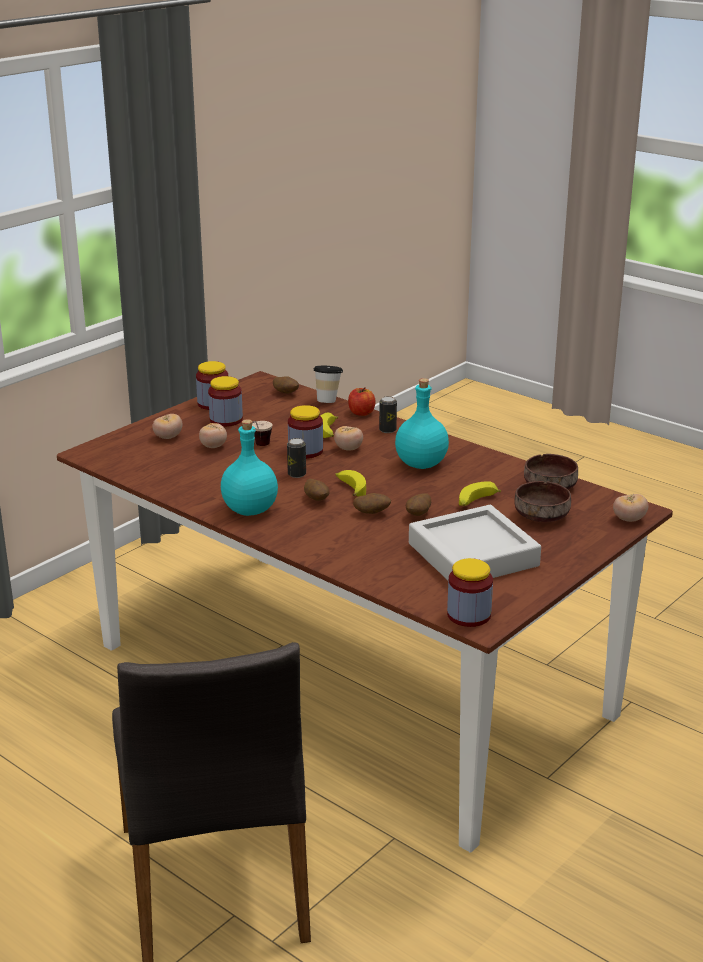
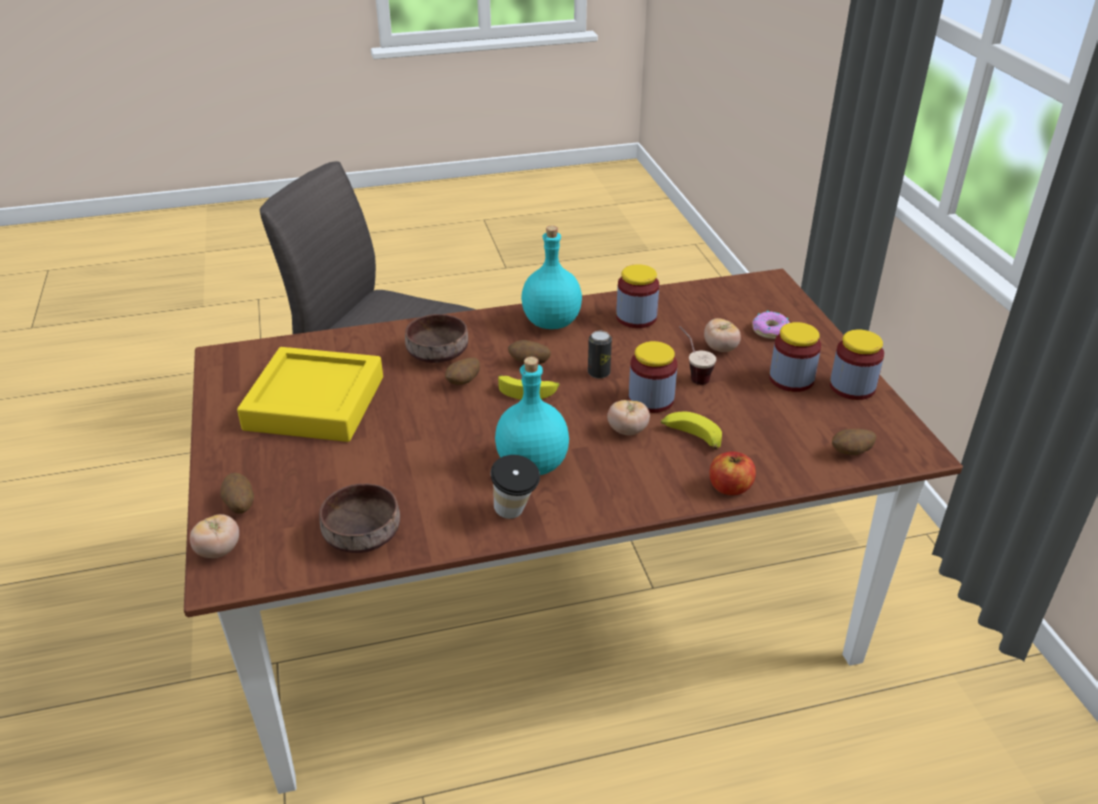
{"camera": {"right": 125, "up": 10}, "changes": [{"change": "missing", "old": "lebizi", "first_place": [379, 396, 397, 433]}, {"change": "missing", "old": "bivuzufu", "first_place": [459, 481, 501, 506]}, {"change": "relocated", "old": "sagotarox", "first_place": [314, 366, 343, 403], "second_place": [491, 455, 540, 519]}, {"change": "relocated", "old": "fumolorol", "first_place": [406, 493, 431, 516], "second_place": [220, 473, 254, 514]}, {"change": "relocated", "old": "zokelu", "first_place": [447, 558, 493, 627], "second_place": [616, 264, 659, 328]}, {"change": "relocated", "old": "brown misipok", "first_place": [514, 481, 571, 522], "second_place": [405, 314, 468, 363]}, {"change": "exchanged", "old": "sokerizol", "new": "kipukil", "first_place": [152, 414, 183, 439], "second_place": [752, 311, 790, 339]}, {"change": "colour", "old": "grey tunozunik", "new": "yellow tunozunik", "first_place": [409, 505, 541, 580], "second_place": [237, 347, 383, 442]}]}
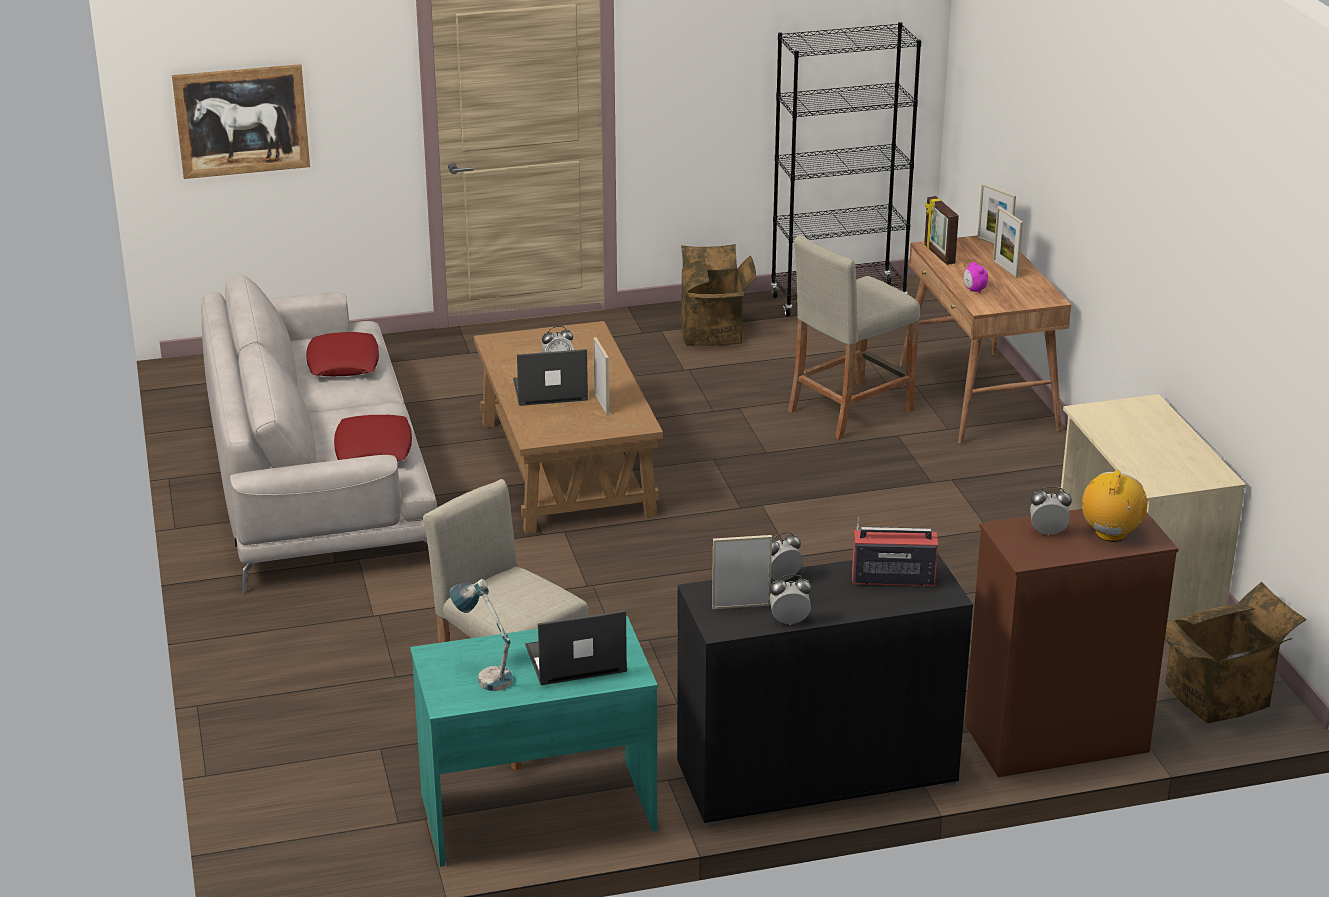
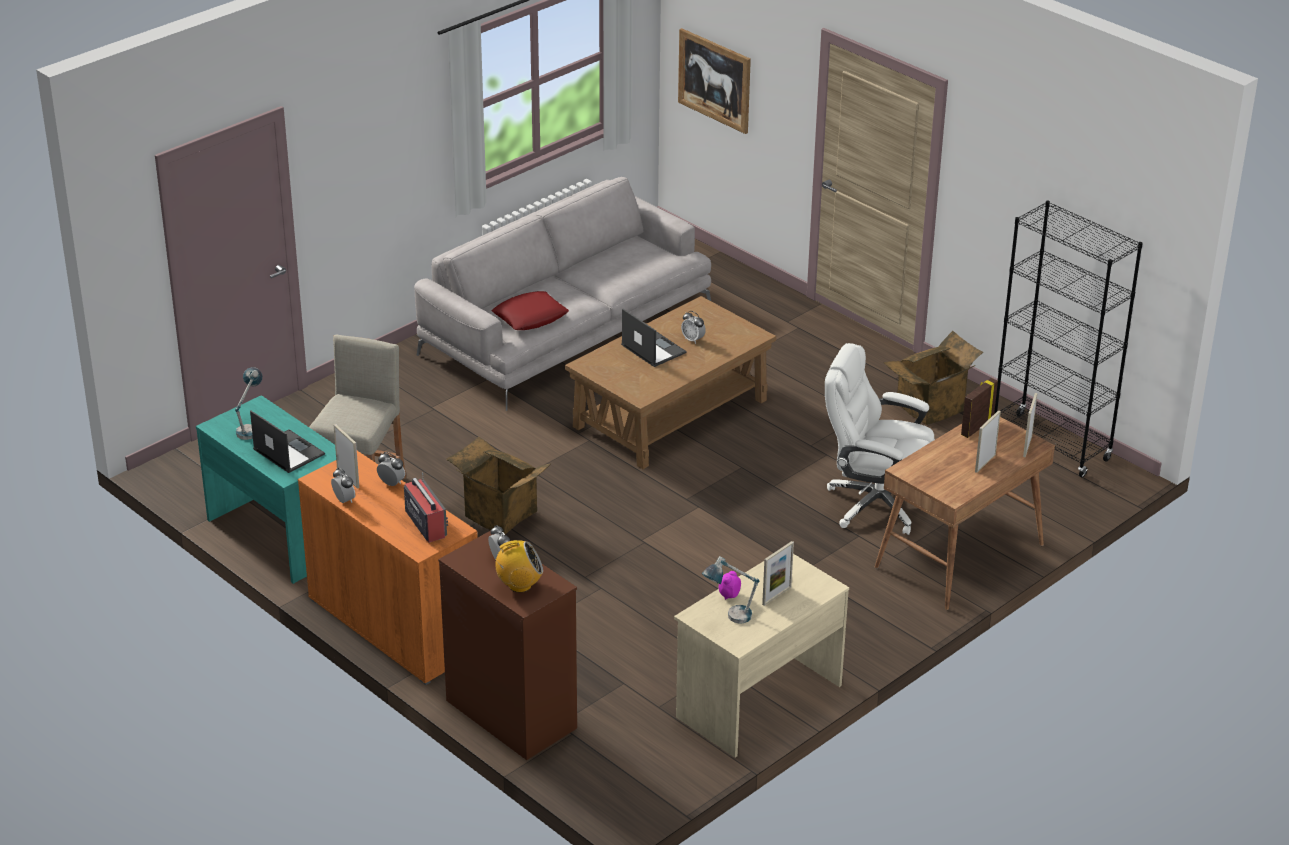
{"camera": {"right": 60, "up": 5}, "changes": [{"change": "missing", "old": "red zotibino", "first_place": [306, 332, 379, 376]}, {"change": "appeared", "new": "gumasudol", "second_place": [702, 556, 760, 624]}, {"change": "relocated", "old": "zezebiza", "first_place": [593, 337, 609, 415], "second_place": [762, 541, 794, 606]}, {"change": "relocated", "old": "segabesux", "first_place": [963, 262, 988, 293], "second_place": [719, 571, 741, 600]}, {"change": "relocated", "old": "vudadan", "first_place": [1165, 582, 1306, 723], "second_place": [446, 437, 550, 534]}, {"change": "exchanged", "old": "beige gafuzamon", "new": "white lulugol", "first_place": [788, 235, 920, 440], "second_place": [825, 343, 935, 535]}, {"change": "colour", "old": "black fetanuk", "new": "orange fetanuk", "first_place": [677, 553, 973, 826], "second_place": [298, 451, 478, 685]}]}
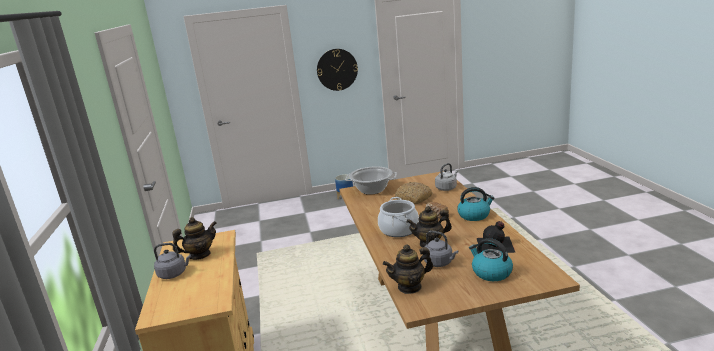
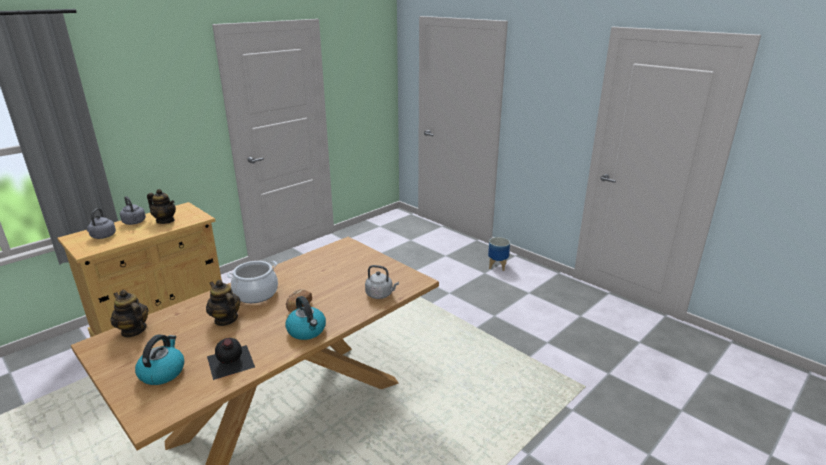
{"camera": {"right": 55, "up": 5}, "changes": [{"change": "missing", "old": "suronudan", "first_place": [317, 49, 358, 91]}, {"change": "missing", "old": "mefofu", "first_place": [345, 166, 397, 195]}, {"change": "missing", "old": "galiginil", "first_place": [395, 182, 432, 204]}, {"change": "relocated", "old": "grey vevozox", "first_place": [424, 231, 458, 267], "second_place": [87, 208, 116, 239]}]}
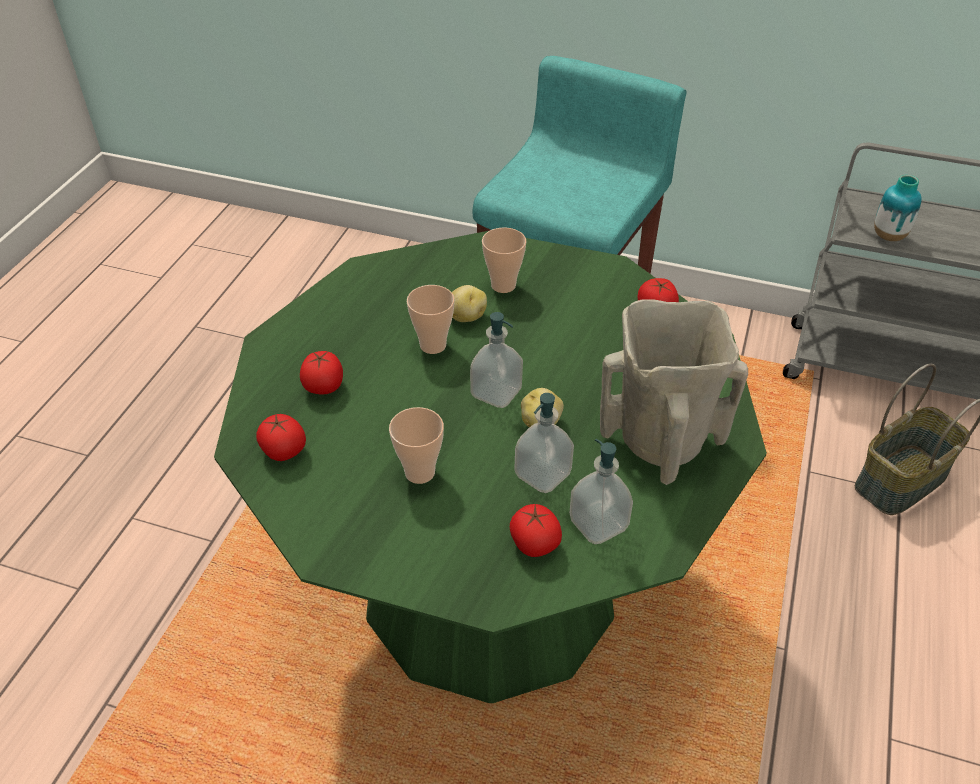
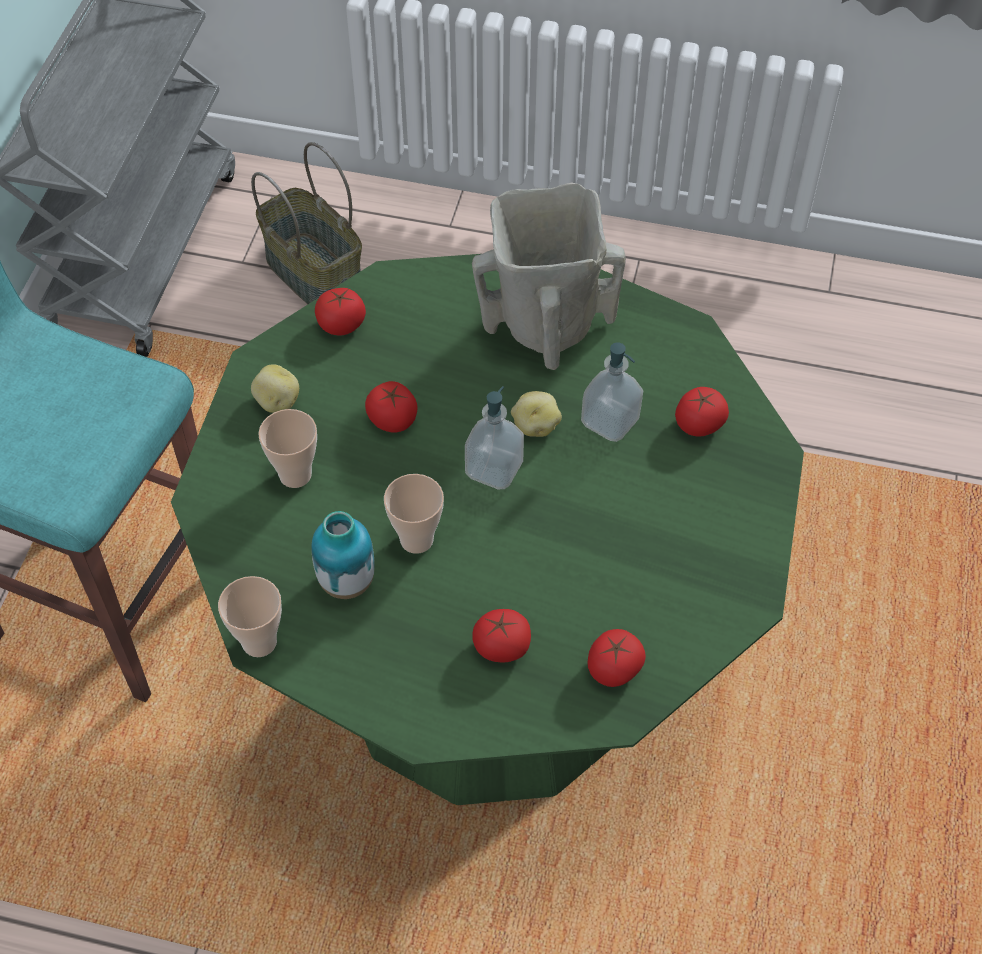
{"camera": {"right": -95, "up": 10}, "changes": [{"change": "missing", "old": "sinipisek", "first_place": [570, 439, 633, 544]}, {"change": "appeared", "new": "sokerizol", "second_place": [365, 381, 418, 433]}, {"change": "relocated", "old": "sagotarox", "first_place": [389, 407, 444, 484], "second_place": [218, 576, 282, 657]}, {"change": "relocated", "old": "fumolorol", "first_place": [452, 285, 487, 322], "second_place": [251, 364, 299, 413]}, {"change": "relocated", "old": "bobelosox", "first_place": [874, 175, 922, 241], "second_place": [311, 511, 375, 599]}]}
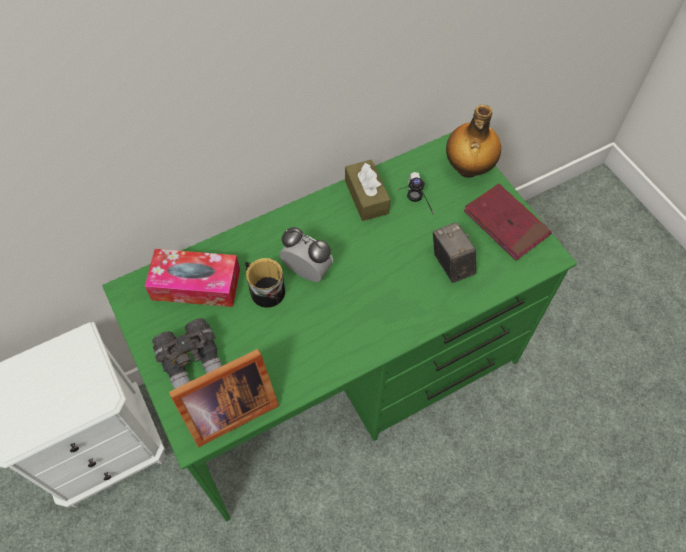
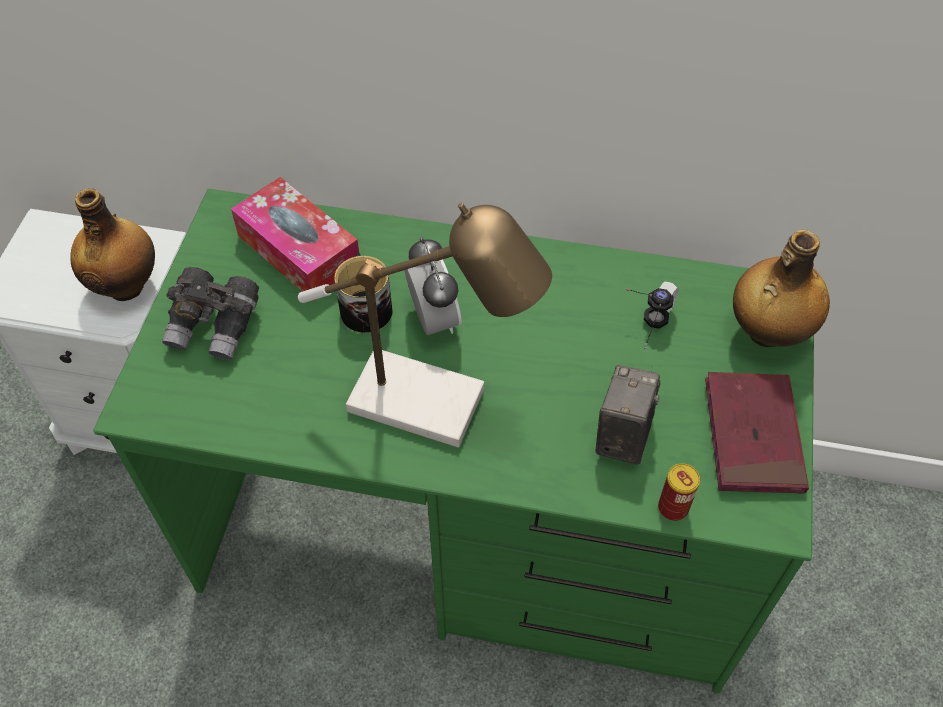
{"camera": {"right": 40, "up": -5}, "changes": [{"change": "missing", "old": "zezebiza", "first_place": [169, 349, 279, 447]}, {"change": "missing", "old": "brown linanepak", "first_place": [345, 160, 390, 221]}, {"change": "appeared", "new": "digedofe", "second_place": [70, 188, 155, 301]}, {"change": "appeared", "new": "gumasudol", "second_place": [298, 203, 552, 448]}, {"change": "appeared", "new": "lebizi", "second_place": [658, 464, 700, 521]}]}
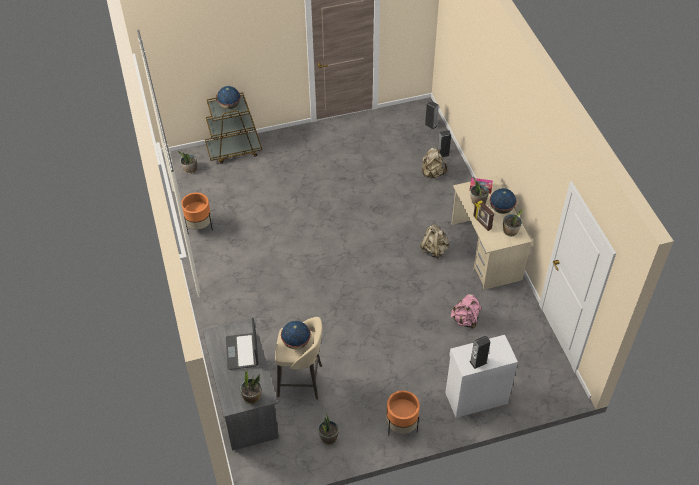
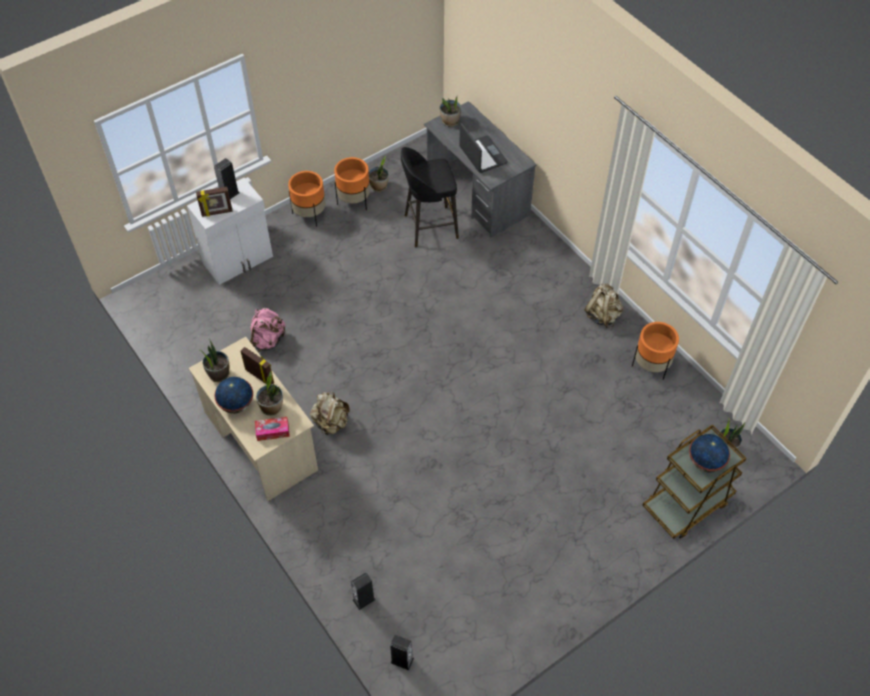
{"camera": {"right": 160, "up": 5}, "changes": [{"change": "missing", "old": "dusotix", "first_place": [281, 321, 311, 349]}, {"change": "appeared", "new": "zezebiza", "second_place": [196, 187, 233, 217]}, {"change": "appeared", "new": "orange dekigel", "second_place": [334, 157, 370, 210]}, {"change": "relocated", "old": "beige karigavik", "first_place": [422, 148, 447, 178], "second_place": [584, 283, 623, 328]}, {"change": "colour", "old": "beige gafuzamon", "new": "black gafuzamon", "first_place": [275, 317, 322, 400], "second_place": [401, 147, 459, 247]}]}
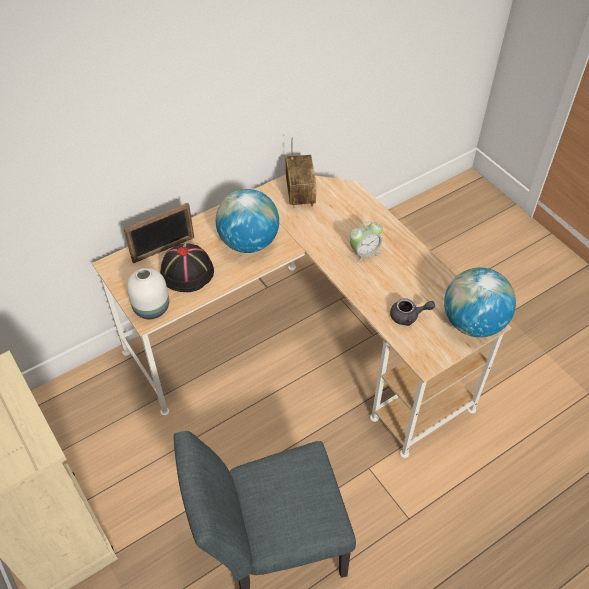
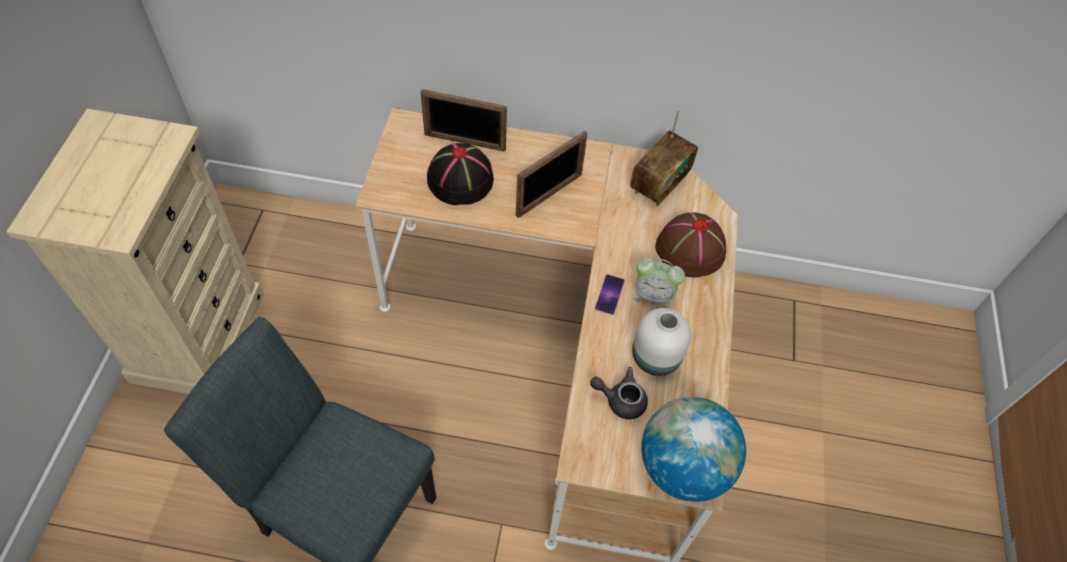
{"camera": {"right": 40, "up": 5}, "changes": [{"change": "appeared", "new": "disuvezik", "second_place": [595, 274, 625, 315]}, {"change": "appeared", "new": "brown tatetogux", "second_place": [655, 212, 727, 277]}, {"change": "relocated", "old": "white bobelosox", "first_place": [127, 268, 169, 319], "second_place": [632, 308, 691, 376]}, {"change": "exchanged", "old": "dusotix", "new": "zezebiza", "first_place": [216, 189, 279, 253], "second_place": [516, 130, 588, 218]}, {"change": "spun", "old": "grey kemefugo", "first_place": [390, 298, 435, 326], "second_place": [590, 367, 648, 419], "degrees": 150}]}
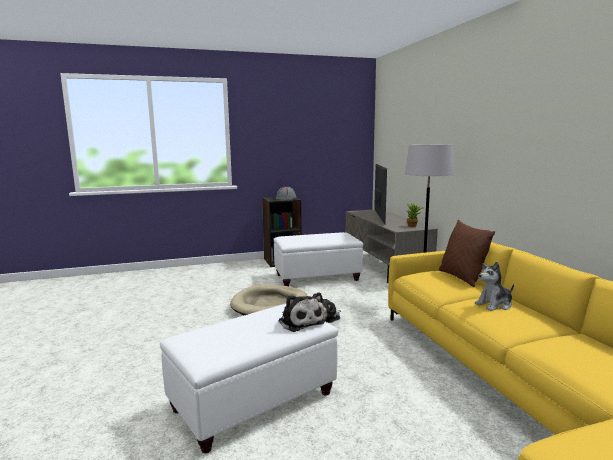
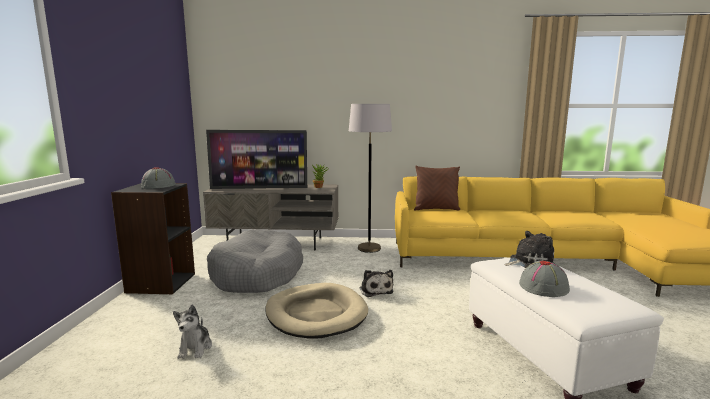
{"camera": {"right": -70, "up": 0}, "changes": [{"change": "appeared", "new": "grey tatetogux", "second_place": [519, 261, 570, 297]}, {"change": "relocated", "old": "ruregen", "first_place": [475, 262, 514, 311], "second_place": [173, 304, 212, 359]}, {"change": "exchanged", "old": "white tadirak", "new": "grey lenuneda", "first_place": [274, 232, 363, 286], "second_place": [207, 229, 303, 293]}, {"change": "spun", "old": "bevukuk", "first_place": [374, 164, 387, 225], "second_place": [206, 130, 307, 189], "degrees": 150}]}
